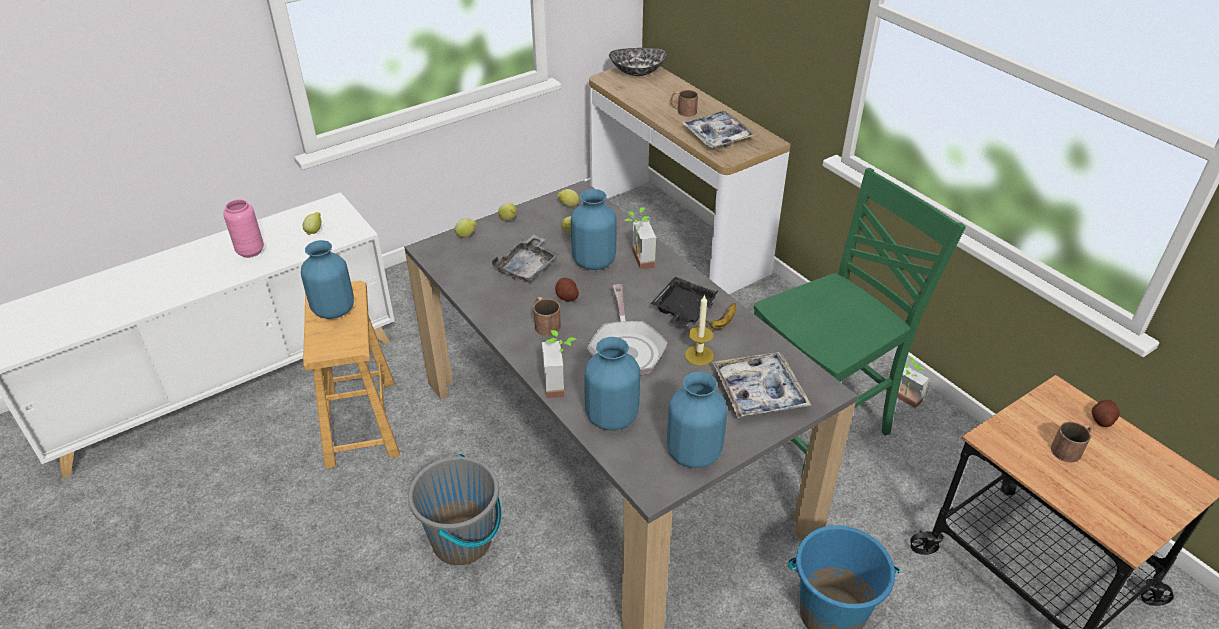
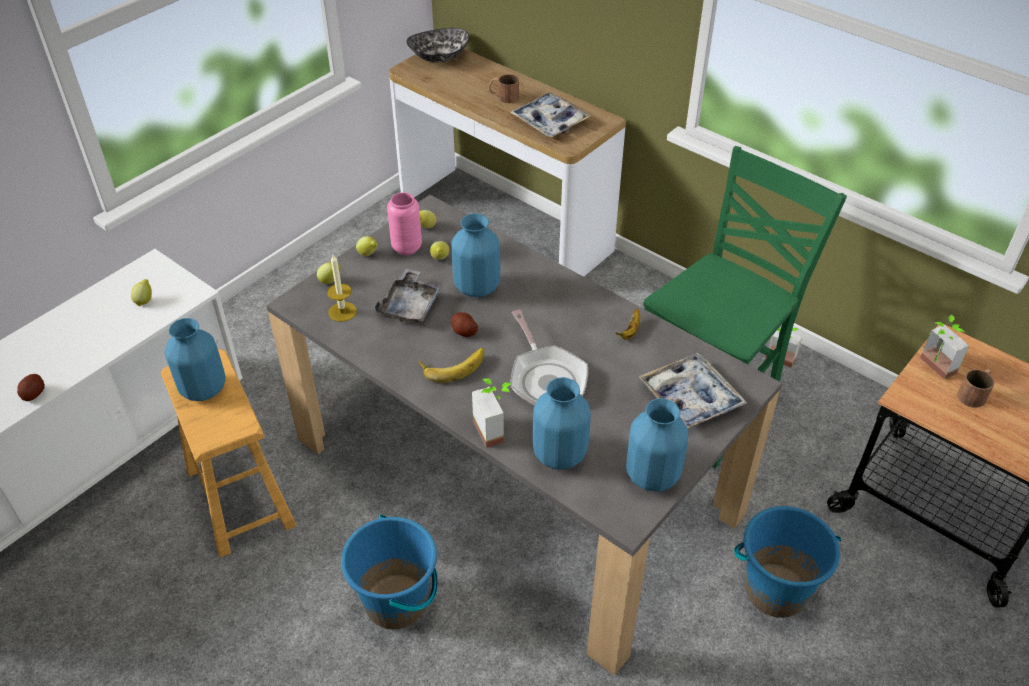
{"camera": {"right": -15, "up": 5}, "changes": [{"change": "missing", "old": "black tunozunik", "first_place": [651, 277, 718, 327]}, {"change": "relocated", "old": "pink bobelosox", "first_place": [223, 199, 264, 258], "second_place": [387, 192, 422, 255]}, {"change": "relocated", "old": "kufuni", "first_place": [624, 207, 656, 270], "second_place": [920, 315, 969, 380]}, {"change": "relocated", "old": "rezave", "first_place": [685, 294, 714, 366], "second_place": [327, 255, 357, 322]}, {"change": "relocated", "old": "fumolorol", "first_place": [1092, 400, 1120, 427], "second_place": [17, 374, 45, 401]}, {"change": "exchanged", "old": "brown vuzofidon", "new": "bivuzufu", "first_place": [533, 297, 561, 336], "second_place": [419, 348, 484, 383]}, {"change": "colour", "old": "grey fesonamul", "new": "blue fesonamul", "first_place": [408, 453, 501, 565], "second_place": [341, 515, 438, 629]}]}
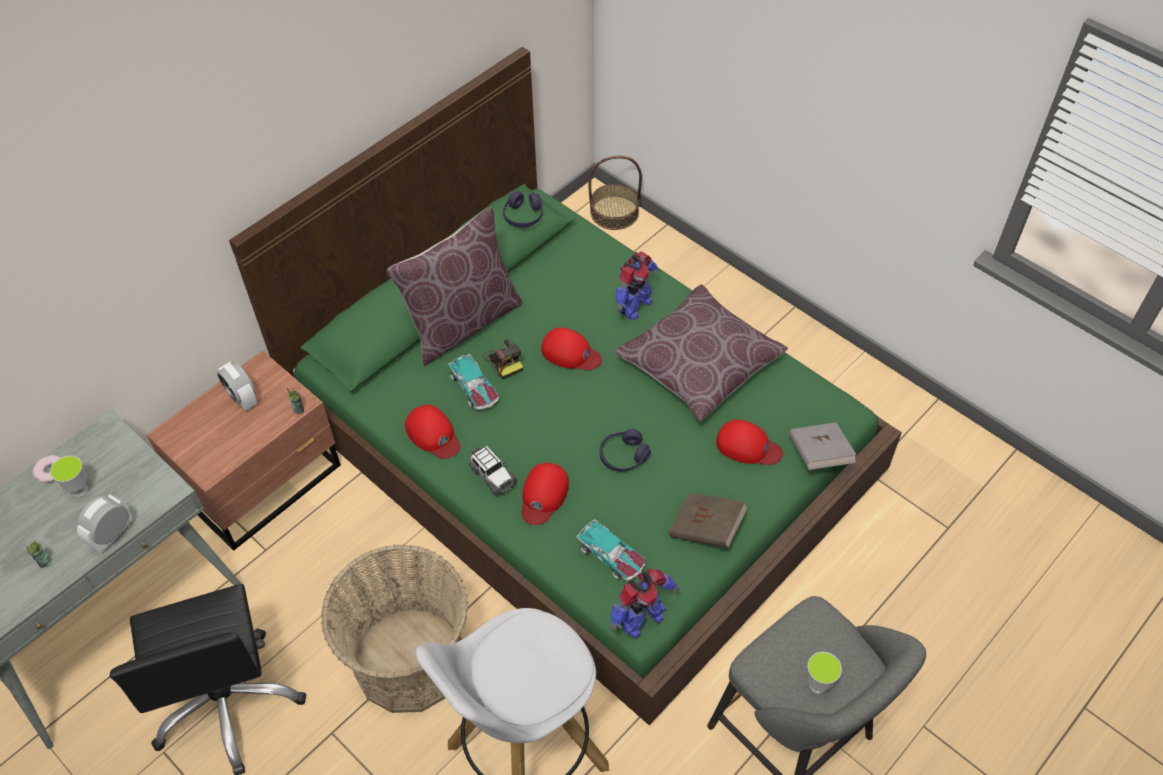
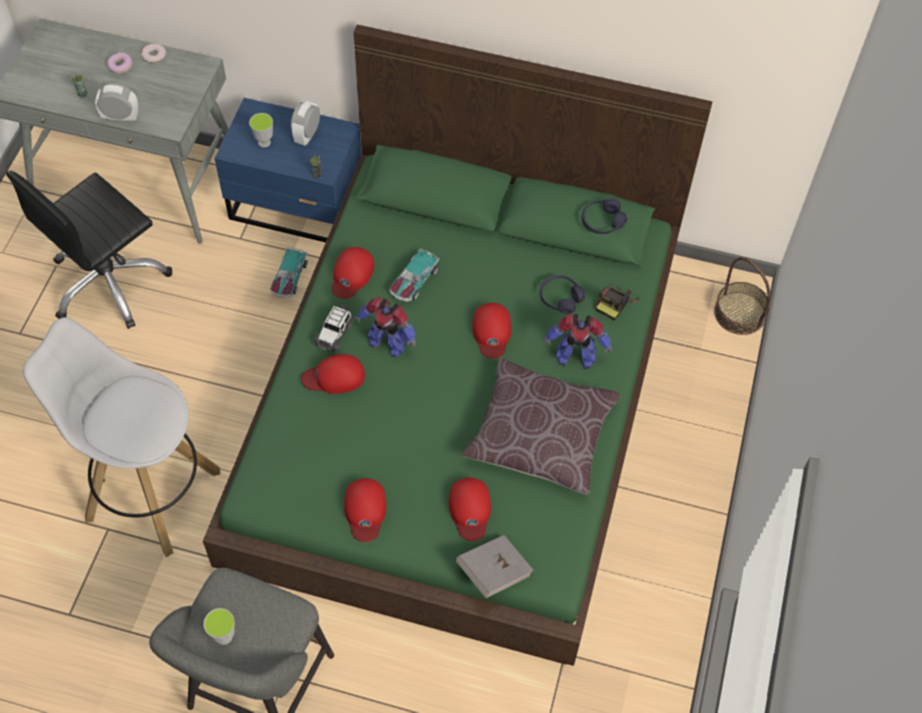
{"camera": {"right": 60, "up": 5}, "changes": [{"change": "missing", "old": "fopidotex", "first_place": [321, 544, 468, 713]}, {"change": "missing", "old": "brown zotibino", "first_place": [387, 207, 523, 366]}, {"change": "appeared", "new": "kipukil", "second_place": [107, 52, 132, 74]}, {"change": "relocated", "old": "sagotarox", "first_place": [50, 455, 89, 497], "second_place": [249, 113, 273, 148]}, {"change": "relocated", "old": "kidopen", "first_place": [483, 339, 523, 379], "second_place": [596, 284, 639, 320]}, {"change": "relocated", "old": "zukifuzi", "first_place": [576, 519, 645, 581], "second_place": [270, 248, 308, 298]}, {"change": "relocated", "old": "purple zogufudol", "first_place": [599, 429, 651, 472], "second_place": [540, 275, 585, 314]}, {"change": "relocated", "old": "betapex", "first_place": [610, 568, 679, 638], "second_place": [355, 297, 416, 358]}, {"change": "exchanged", "old": "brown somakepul", "new": "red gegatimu", "first_place": [669, 493, 748, 548], "second_place": [344, 478, 386, 542]}, {"change": "colour", "old": "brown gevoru", "new": "blue gevoru", "first_place": [146, 351, 341, 551], "second_place": [214, 98, 362, 242]}]}
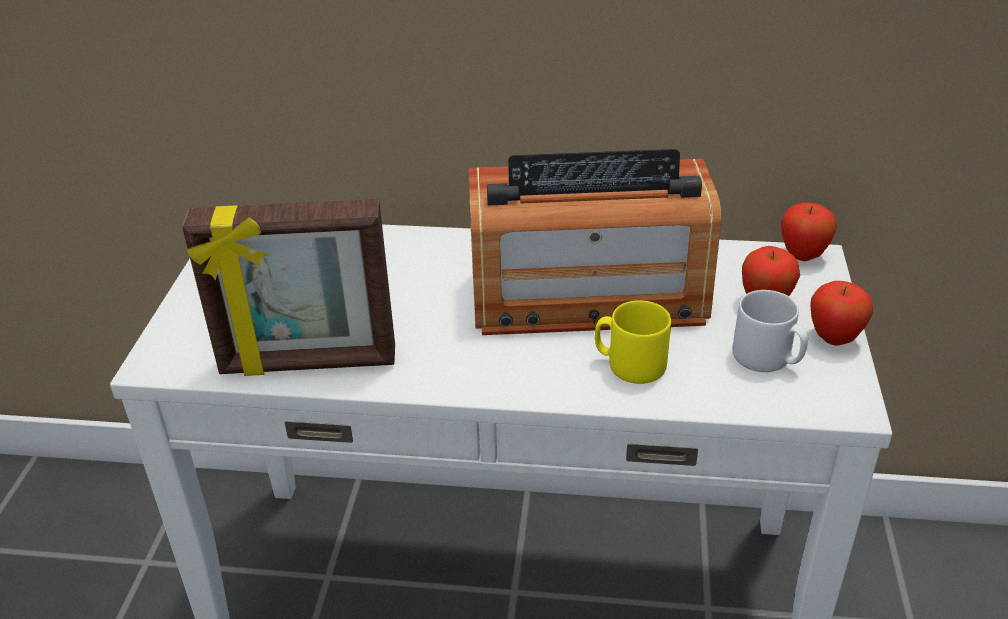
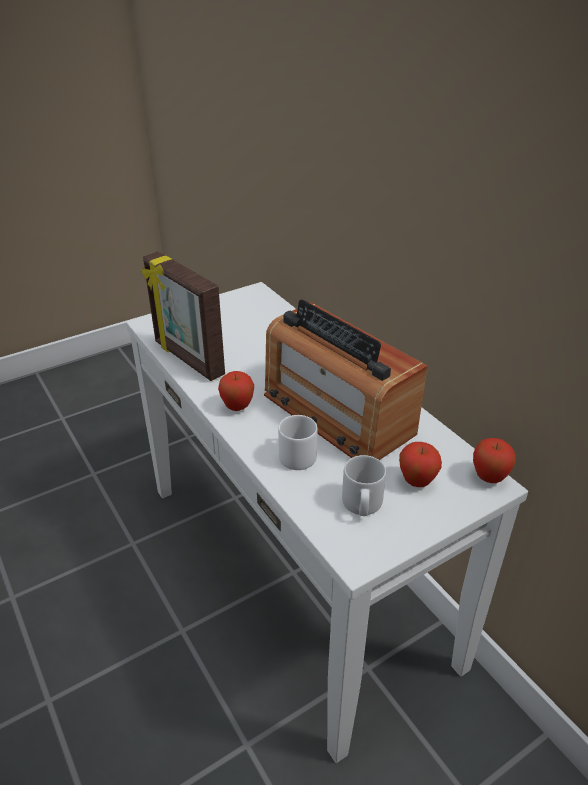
{"camera": {"right": 50, "up": 0}, "changes": [{"change": "relocated", "old": "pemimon", "first_place": [810, 281, 873, 346], "second_place": [218, 371, 254, 411]}, {"change": "colour", "old": "yellow vuzofidon", "new": "white vuzofidon", "first_place": [595, 300, 671, 384], "second_place": [278, 415, 318, 470]}]}
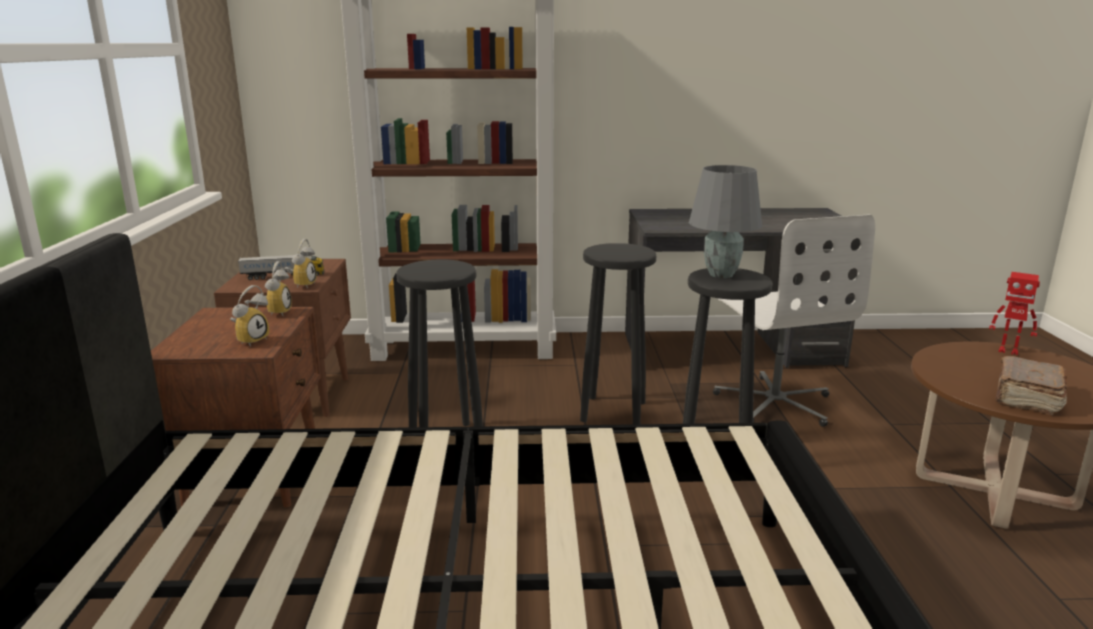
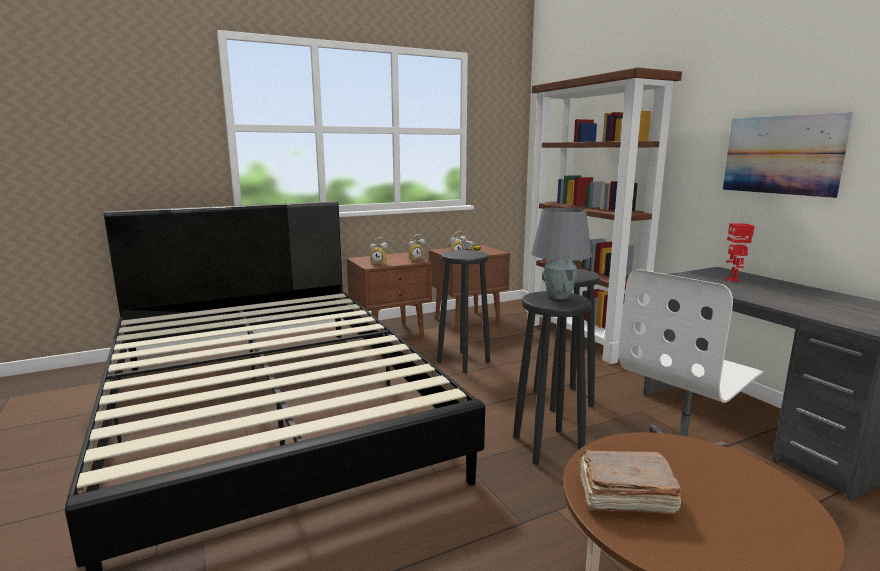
{"camera": {"right": 65, "up": -5}, "changes": [{"change": "appeared", "new": "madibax", "second_place": [723, 112, 853, 198]}, {"change": "relocated", "old": "betapex", "first_place": [989, 272, 1040, 355], "second_place": [725, 223, 754, 281]}]}
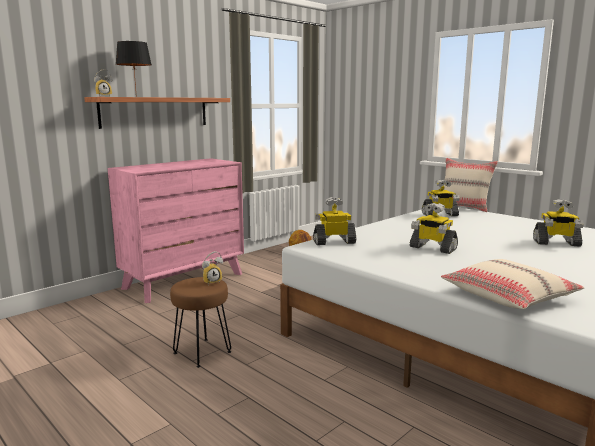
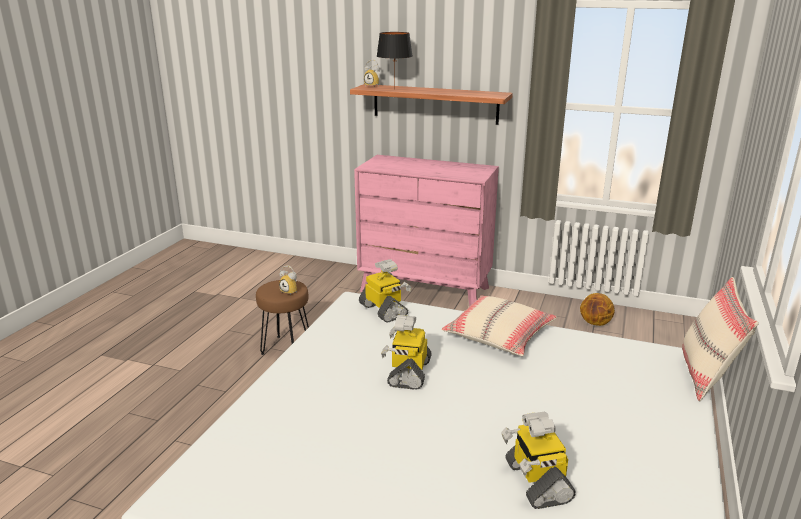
{"camera": {"right": 65, "up": 10}, "changes": [{"change": "missing", "old": "betapex", "first_place": [422, 180, 460, 216]}, {"change": "relocated", "old": "beige zotibino", "first_place": [441, 259, 584, 309], "second_place": [441, 295, 557, 356]}]}
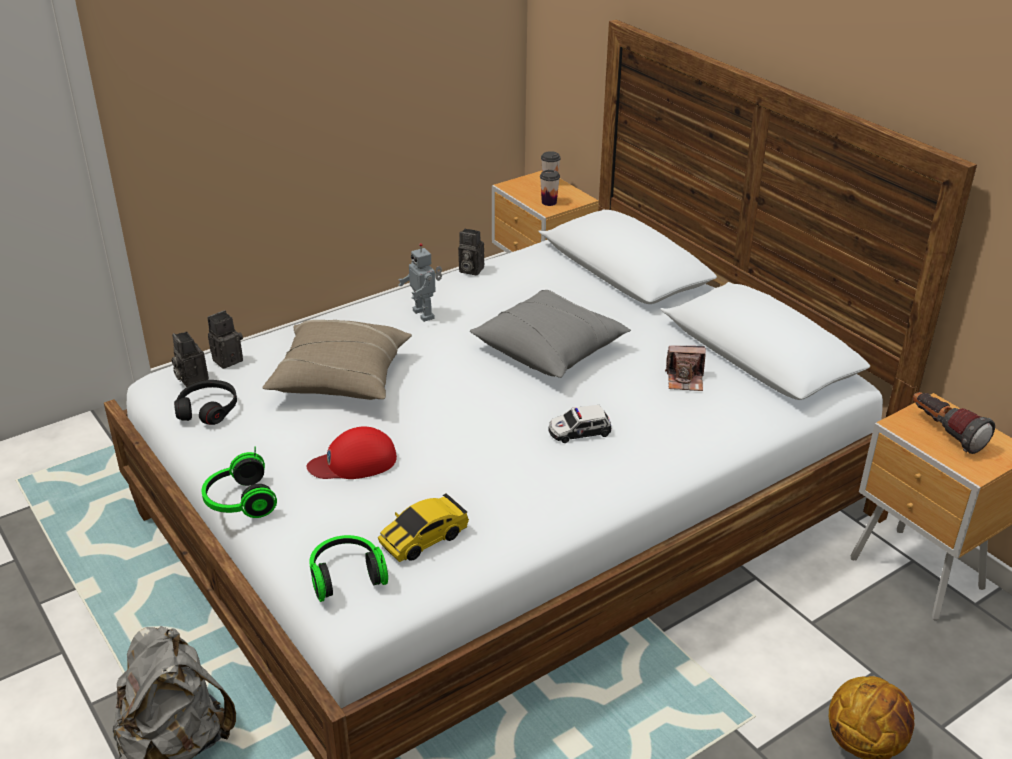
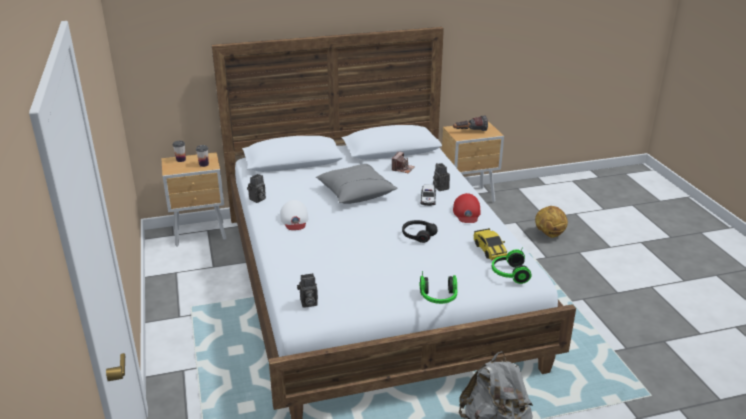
{"camera": {"right": -70, "up": -5}, "changes": [{"change": "missing", "old": "beige zotibino", "first_place": [262, 320, 412, 400]}, {"change": "relocated", "old": "black zogufudol", "first_place": [174, 380, 237, 425], "second_place": [402, 220, 438, 243]}, {"change": "relocated", "old": "kidopen", "first_place": [207, 310, 243, 369], "second_place": [433, 163, 450, 191]}, {"change": "relocated", "old": "red gegatimu", "first_place": [306, 426, 397, 479], "second_place": [453, 193, 481, 223]}, {"change": "exchanged", "old": "betapex", "new": "white gegatimu", "first_place": [399, 243, 442, 322], "second_place": [280, 200, 308, 230]}]}
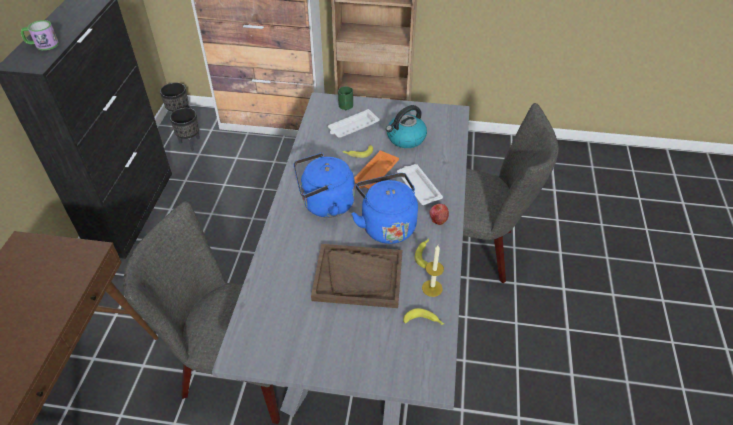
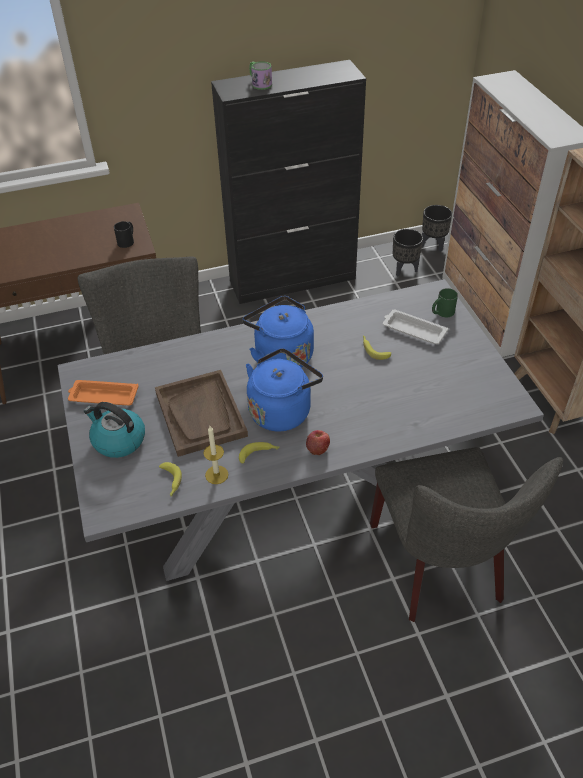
{"camera": {"right": 65, "up": 0}, "changes": [{"change": "missing", "old": "white tunozunik", "first_place": [397, 164, 443, 205]}, {"change": "appeared", "new": "black vuzofidon", "second_place": [114, 221, 134, 248]}, {"change": "relocated", "old": "orange tunozunik", "first_place": [354, 150, 399, 189], "second_place": [68, 380, 139, 405]}, {"change": "relocated", "old": "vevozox", "first_place": [386, 105, 427, 148], "second_place": [84, 402, 145, 458]}]}
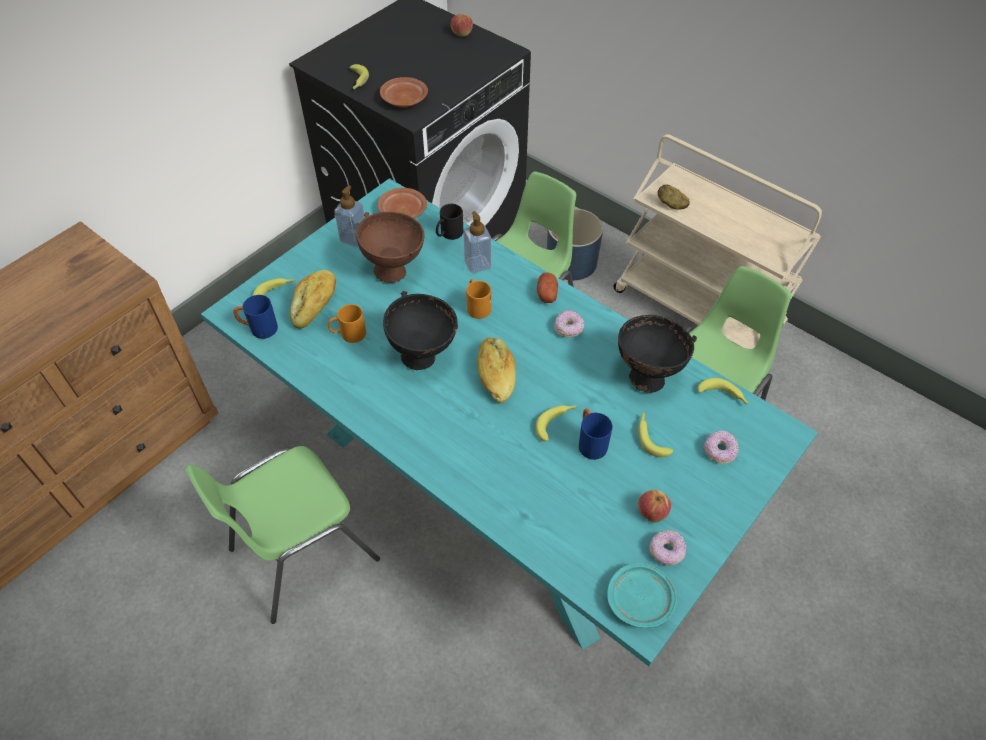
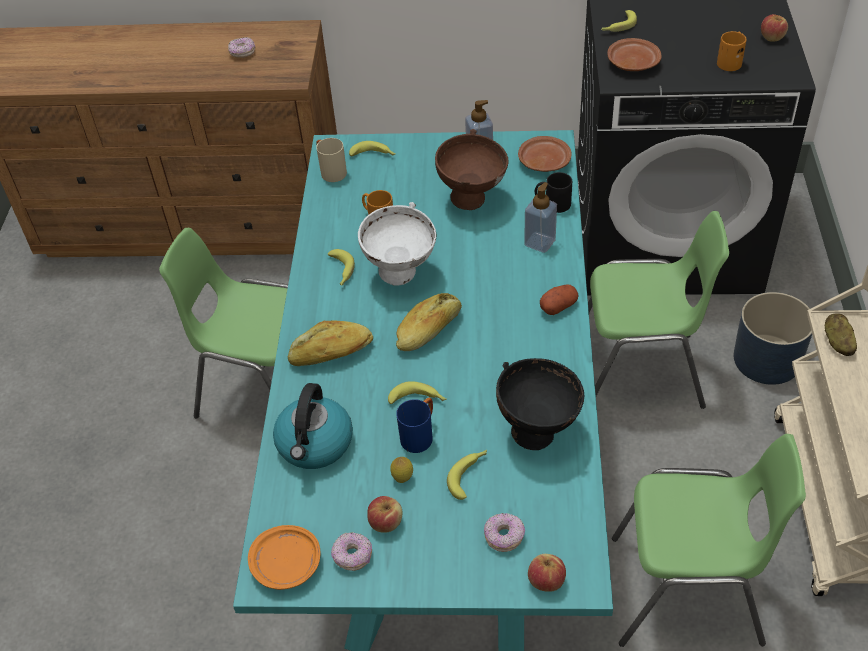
{"camera": {"right": 55, "up": -5}, "changes": [{"change": "appeared", "new": "vevozox", "second_place": [273, 383, 353, 469]}, {"change": "appeared", "new": "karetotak", "second_place": [390, 457, 413, 483]}, {"change": "appeared", "new": "pemimon", "second_place": [528, 554, 566, 592]}, {"change": "relocated", "old": "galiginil", "first_place": [290, 270, 336, 329], "second_place": [288, 320, 373, 366]}, {"change": "relocated", "old": "orange vuzofidon", "first_place": [466, 279, 491, 319], "second_place": [717, 31, 747, 71]}, {"change": "relocated", "old": "kipukil", "first_place": [554, 310, 584, 338], "second_place": [228, 37, 256, 58]}, {"change": "relocated", "old": "bivuzufu", "first_place": [697, 378, 750, 405], "second_place": [327, 249, 355, 286]}, {"change": "colour", "old": "blue vuzofidon", "new": "beige vuzofidon", "first_place": [234, 295, 278, 339], "second_place": [316, 138, 347, 182]}, {"change": "colour", "old": "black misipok", "new": "white misipok", "first_place": [383, 291, 458, 370], "second_place": [358, 202, 436, 286]}, {"change": "colour", "old": "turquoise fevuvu", "new": "orange fevuvu", "first_place": [607, 563, 677, 628], "second_place": [248, 525, 320, 590]}]}
